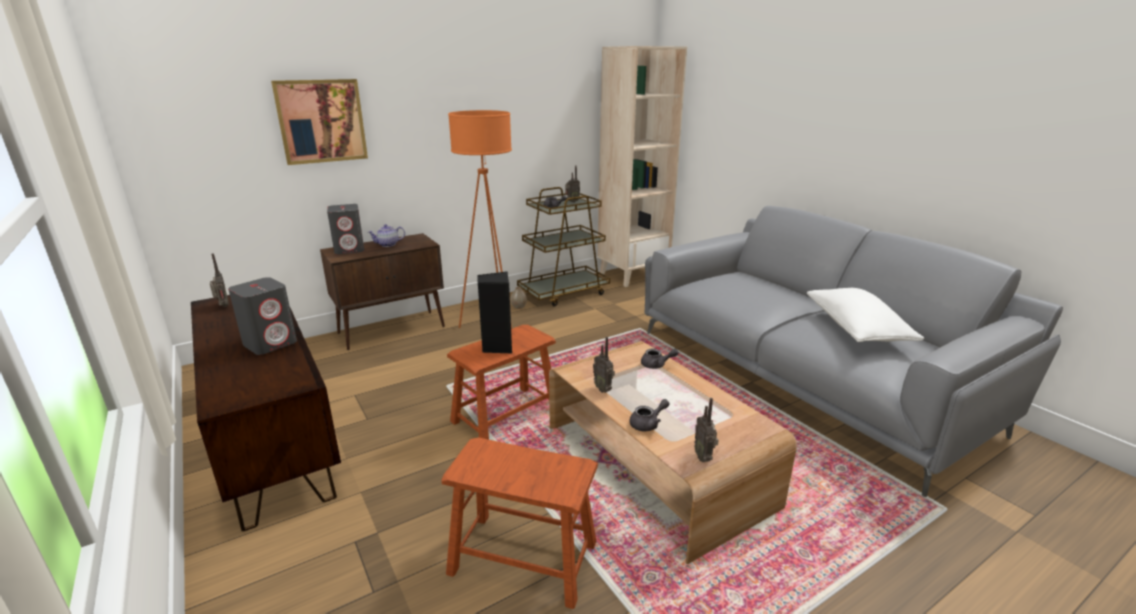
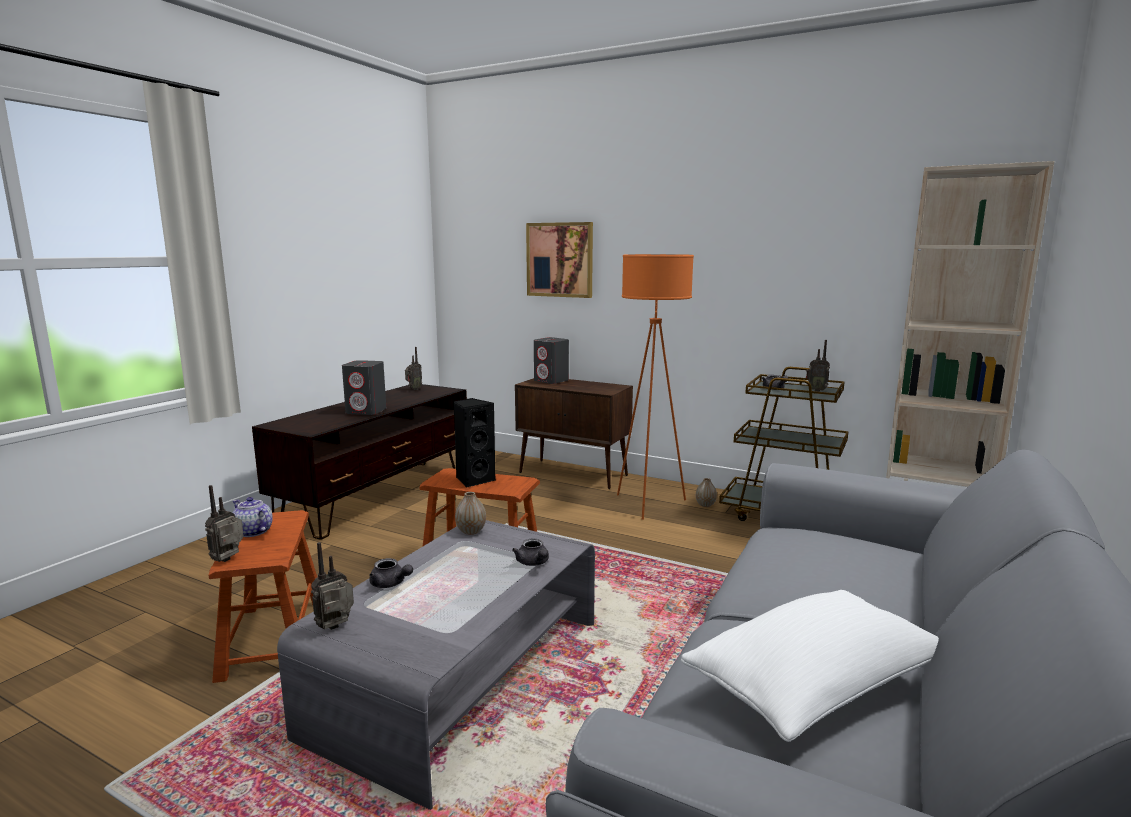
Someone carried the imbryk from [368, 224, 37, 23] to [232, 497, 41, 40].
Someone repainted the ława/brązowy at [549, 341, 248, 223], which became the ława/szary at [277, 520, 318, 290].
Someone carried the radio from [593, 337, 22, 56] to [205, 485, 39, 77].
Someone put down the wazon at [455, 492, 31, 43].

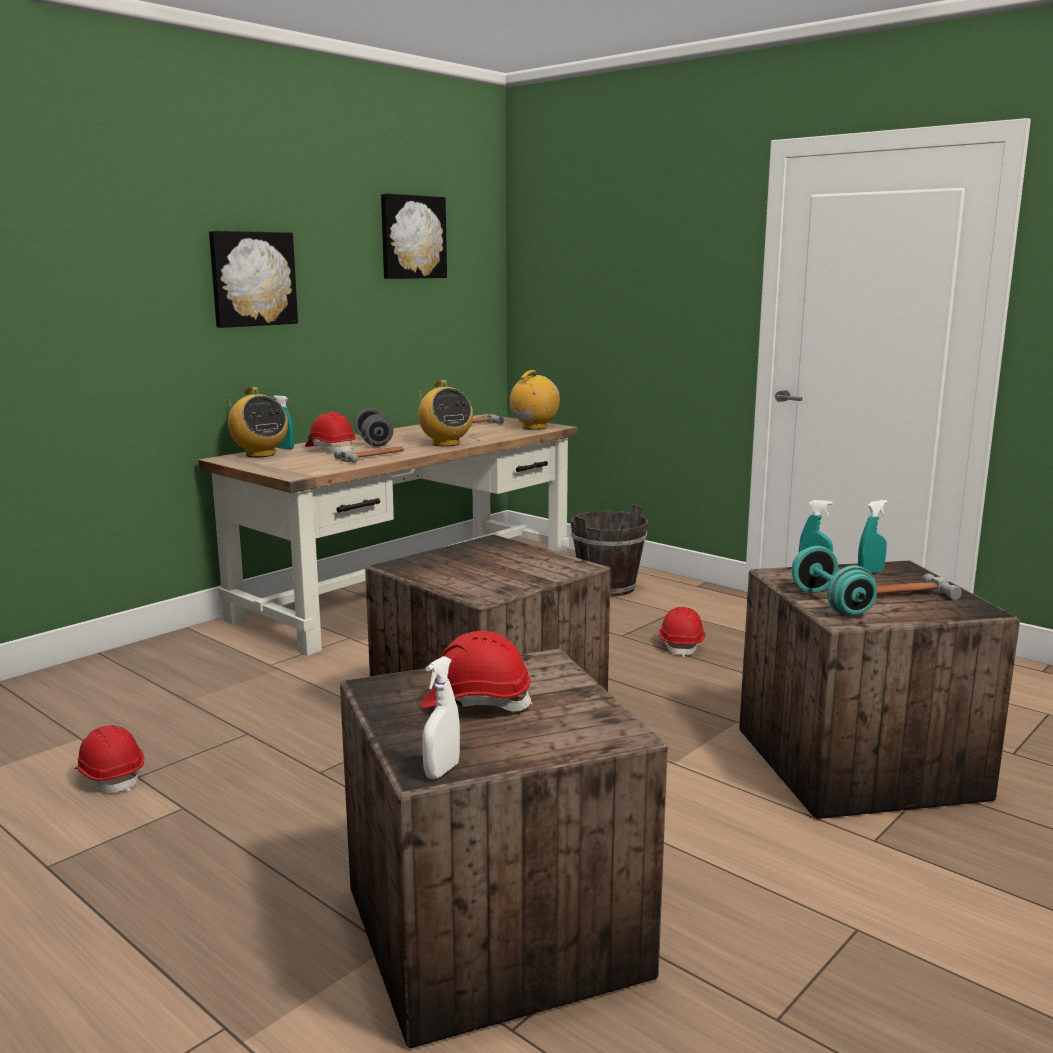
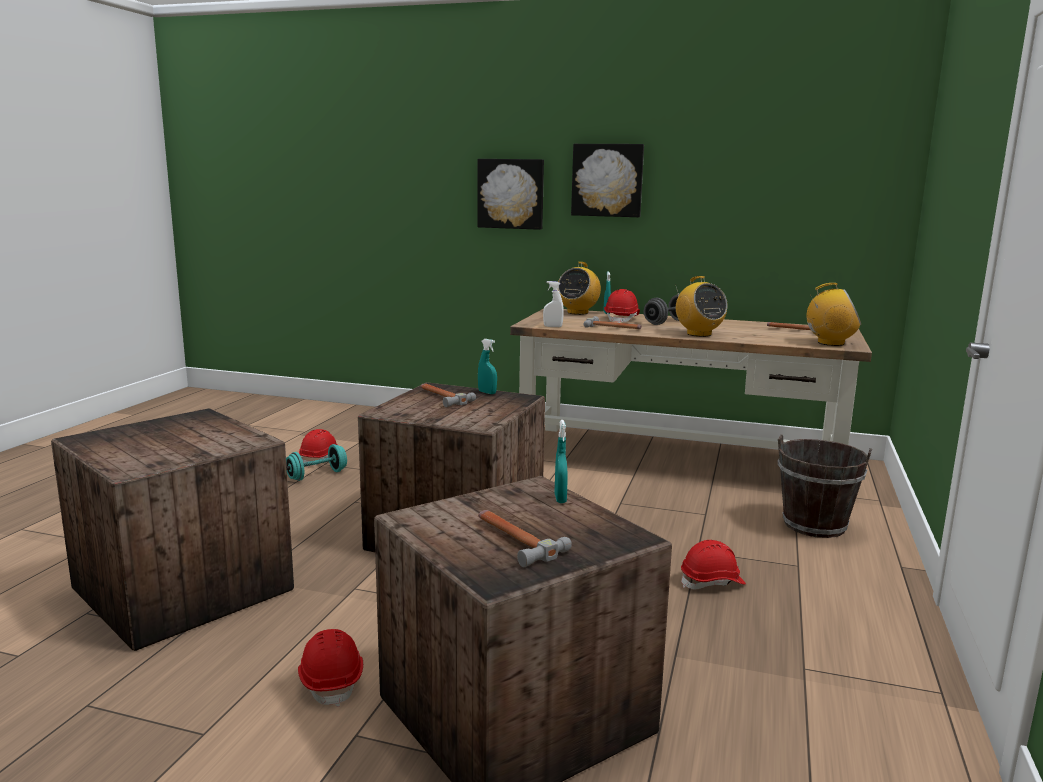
Someone carried the obraz from [381, 194, 66, 85] to [477, 159, 67, 71].
Someone rotated the radio at [418, 380, 55, 66] by 60 degrees counterclockwise.
Someone carried the kask/czerwony from [421, 631, 111, 80] to [298, 629, 65, 78].
Someone carried the spryskiwacz/biały from [422, 656, 38, 123] to [543, 281, 21, 46].
Someone carried the hantel/turkusowy from [792, 546, 85, 70] to [286, 444, 61, 37].
Someone carried the spryskiwacz/turkusowy from [858, 500, 30, 73] to [478, 339, 19, 55].
Someone put down the młotek at [420, 383, 56, 24].

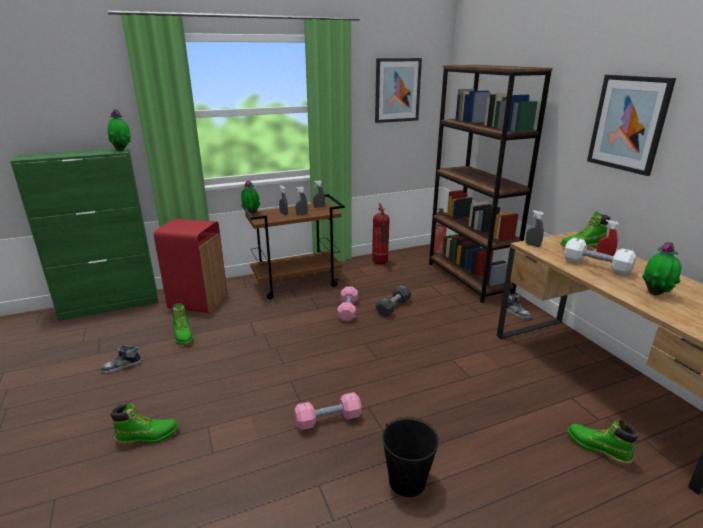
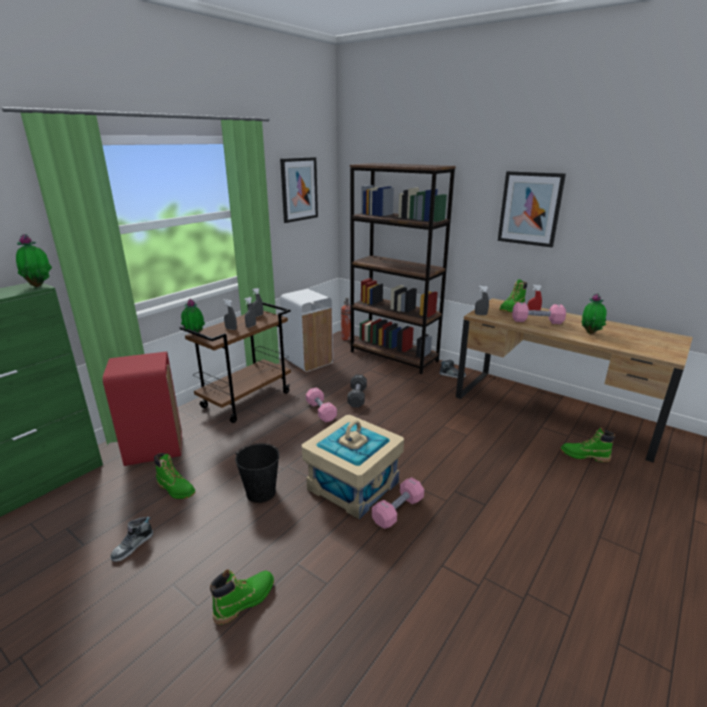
Someone swapped the gaśnica at [372, 203, 18, 61] for the kosz na śmieci/biały at [280, 289, 53, 83].
Someone carried the wiadro/czarny from [382, 417, 57, 80] to [235, 443, 44, 60].
Someone repainted the hantel/biały at [564, 238, 72, 38], which became the hantel/różowy at [512, 302, 54, 22].
Someone put down the pojemnik do przechowywania/beżowy at [302, 415, 102, 104].

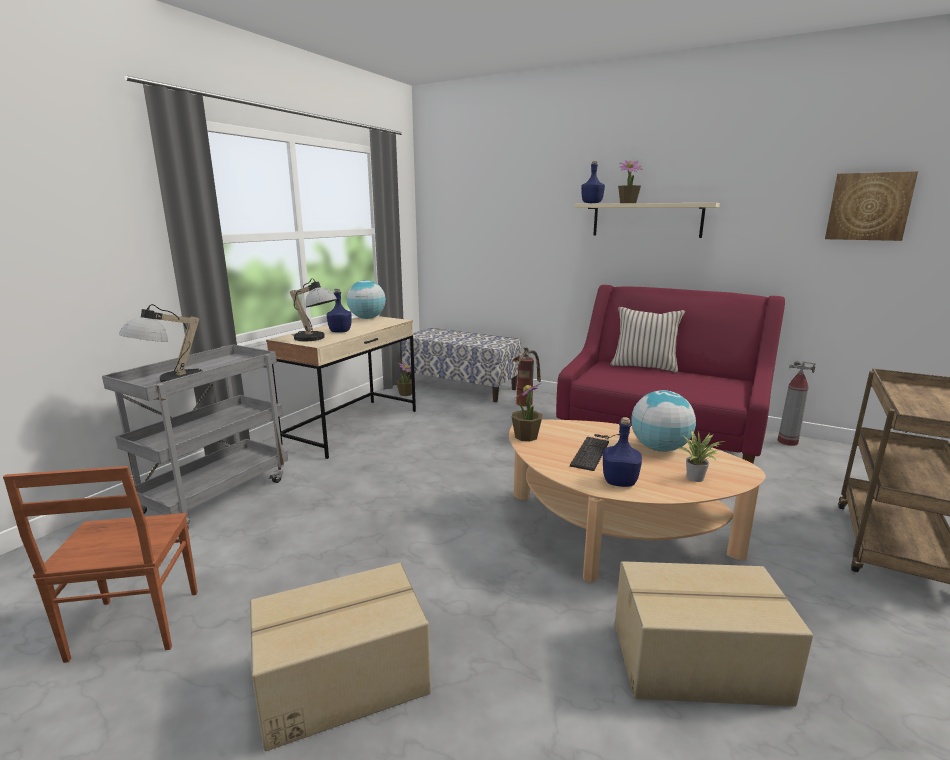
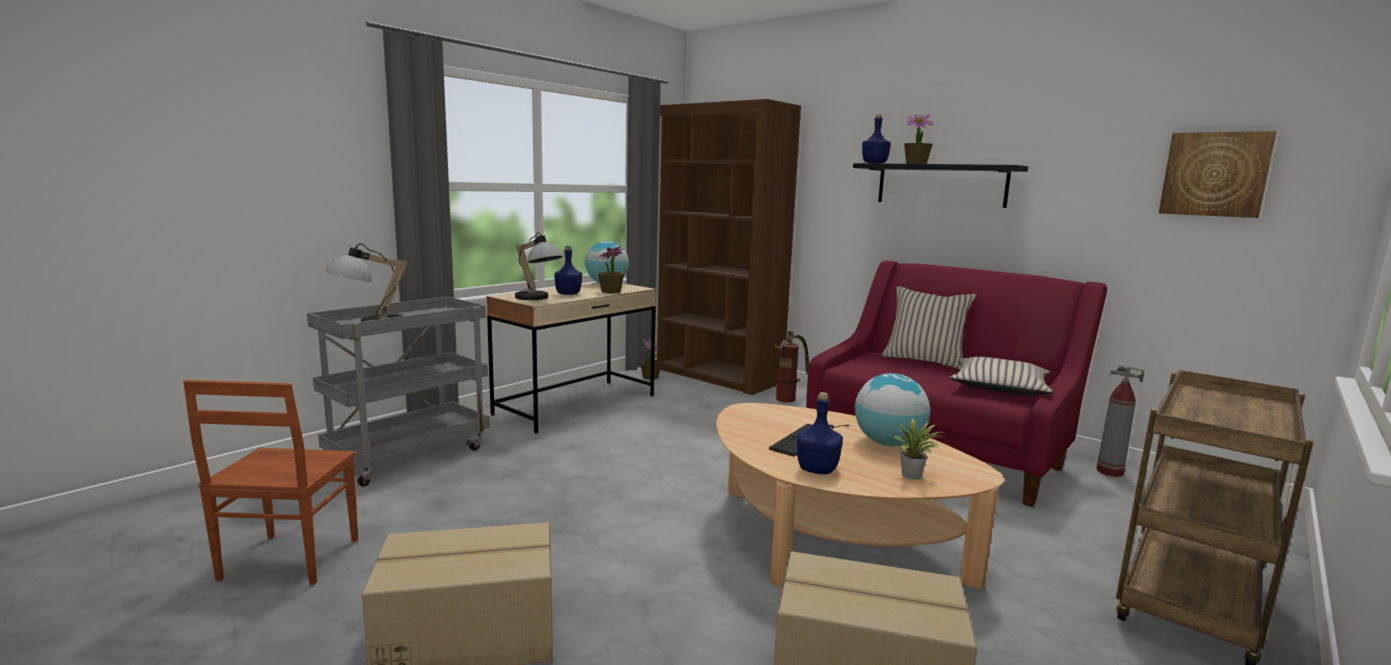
Someone swapped the ławka at [401, 328, 120, 74] for the regał/brązowy at [657, 99, 144, 296].
Someone carried the roślina doniczkowa from [512, 383, 31, 58] to [598, 246, 26, 48].
Someone repainted the półka/beżowy at [575, 203, 145, 35], which became the półka/czarny at [853, 163, 175, 45].
Someone put down the poduszka/beżowy at [949, 357, 104, 38].

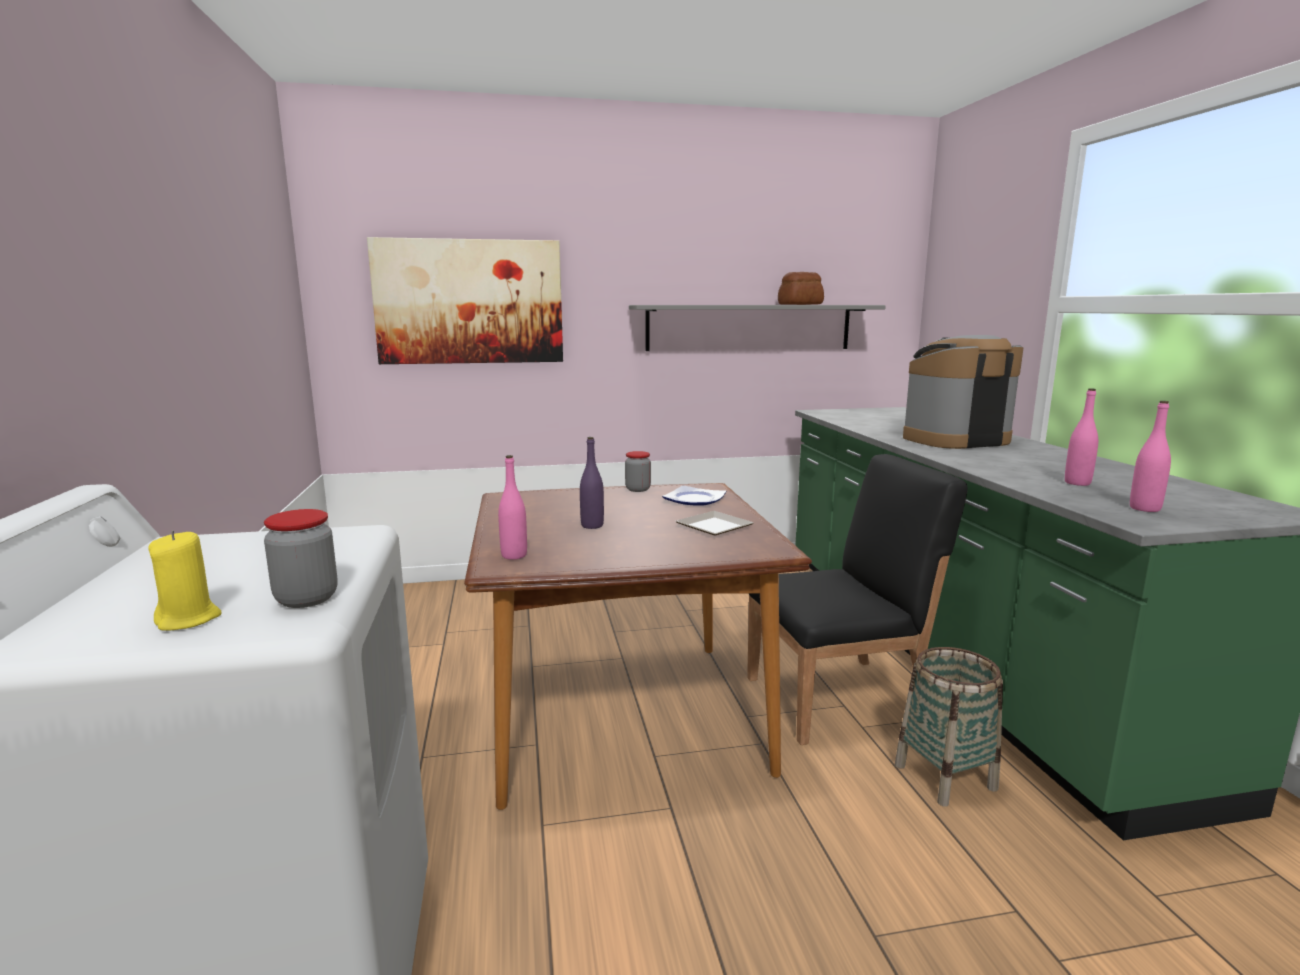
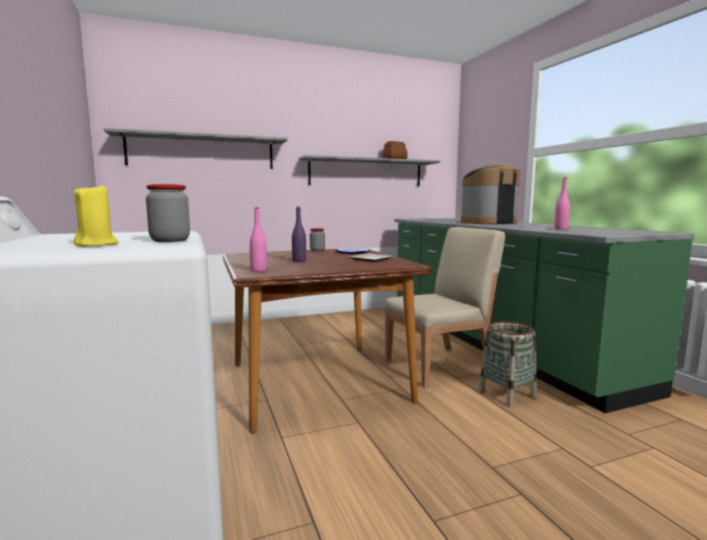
Someone swapped the obraz at [367, 237, 196, 127] for the półka/szary at [104, 128, 184, 41].
Someone repainted the krzesło/czarny at [747, 454, 221, 291], which became the krzesło/beżowy at [385, 227, 120, 161].
Someone took away the butelka/różowy at [1130, 401, 41, 111].

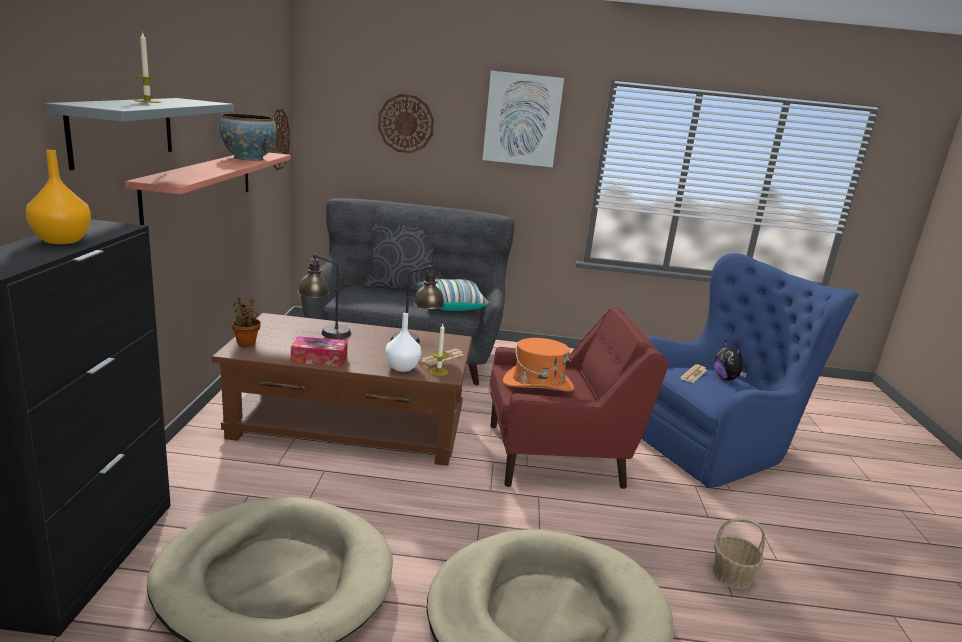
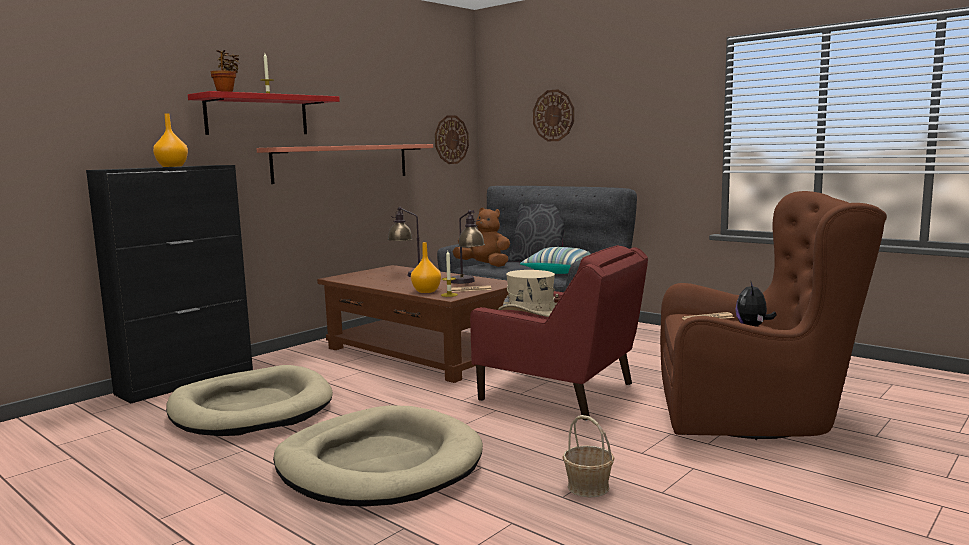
Someone repainted the półka/szary at [45, 98, 189, 72], which became the półka/czerwony at [188, 91, 152, 44].
Someone took away the miska at [220, 113, 56, 48].
Someone carried the roślina doniczkowa from [231, 296, 30, 51] to [211, 50, 28, 42].
Someone took away the pudełko chusteczek at [291, 336, 57, 31].
Someone repainted the wazon/biały at [385, 313, 36, 59], which became the wazon/pomarańczowy at [411, 242, 30, 51].
Someone took away the obraz at [483, 71, 81, 96].
Someone repainted the kapelusz/pomarańczowy at [503, 338, 71, 54], which became the kapelusz/beżowy at [498, 270, 62, 47].
Someone repainted the fotel/niebieski at [641, 253, 217, 235], which became the fotel/brązowy at [660, 191, 227, 249].
Someone put down the pluszak/brązowy at [453, 208, 57, 59].

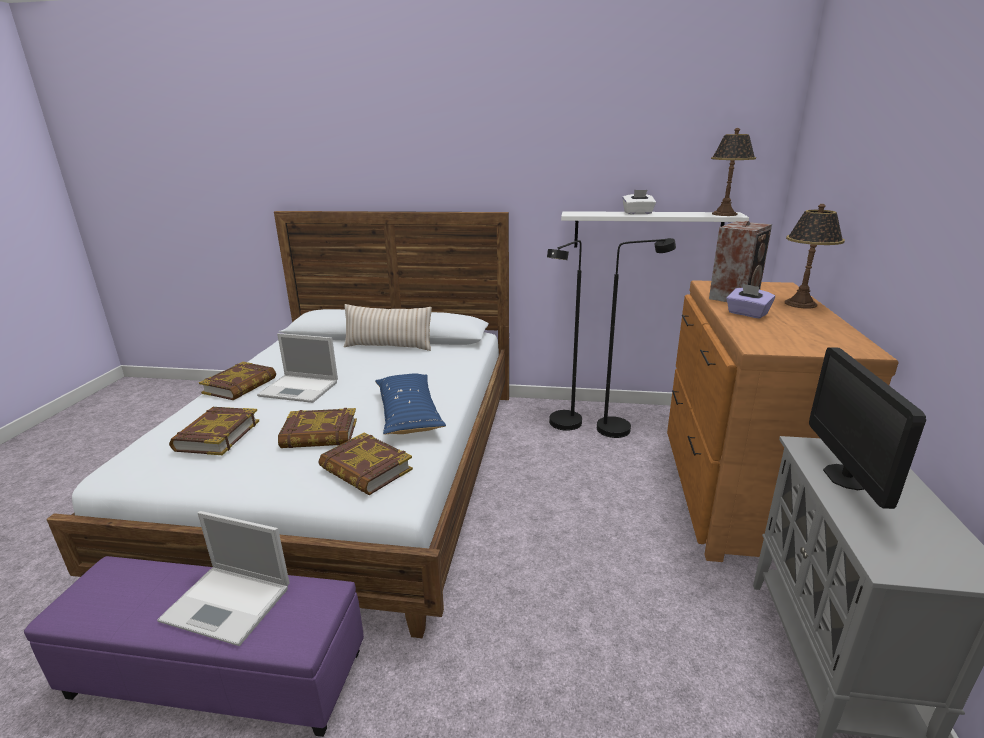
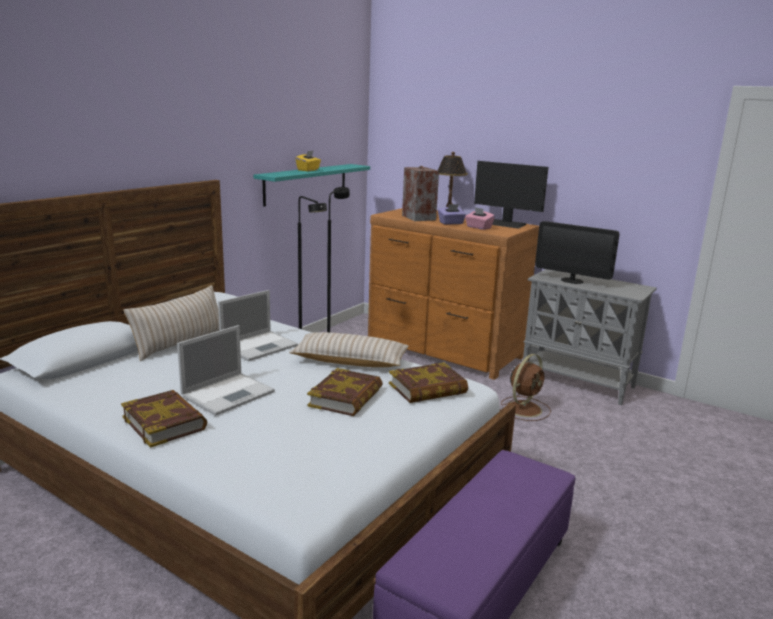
Someone carried the laptop from [157, 511, 133, 135] to [218, 290, 80, 71].
Someone took away the książka at [169, 407, 90, 48].
Someone repainted the poduszka/niebieski at [375, 373, 71, 62], which became the poduszka/beżowy at [289, 332, 120, 35].
Someone repainted the półka/biały at [561, 211, 188, 37], which became the półka/turkusowy at [254, 164, 116, 42].
Someone repainted the pudełko chusteczek/biały at [622, 190, 34, 24], which became the pudełko chusteczek/żółty at [295, 151, 26, 20].
Someone took away the lampa stołowa at [711, 128, 45, 88].
Someone put down the pudełko chusteczek/różowy at [465, 207, 30, 23].
Someone put down the monitor at [474, 161, 75, 68].
Someone put down the wentylator/brązowy at [501, 354, 50, 67].

